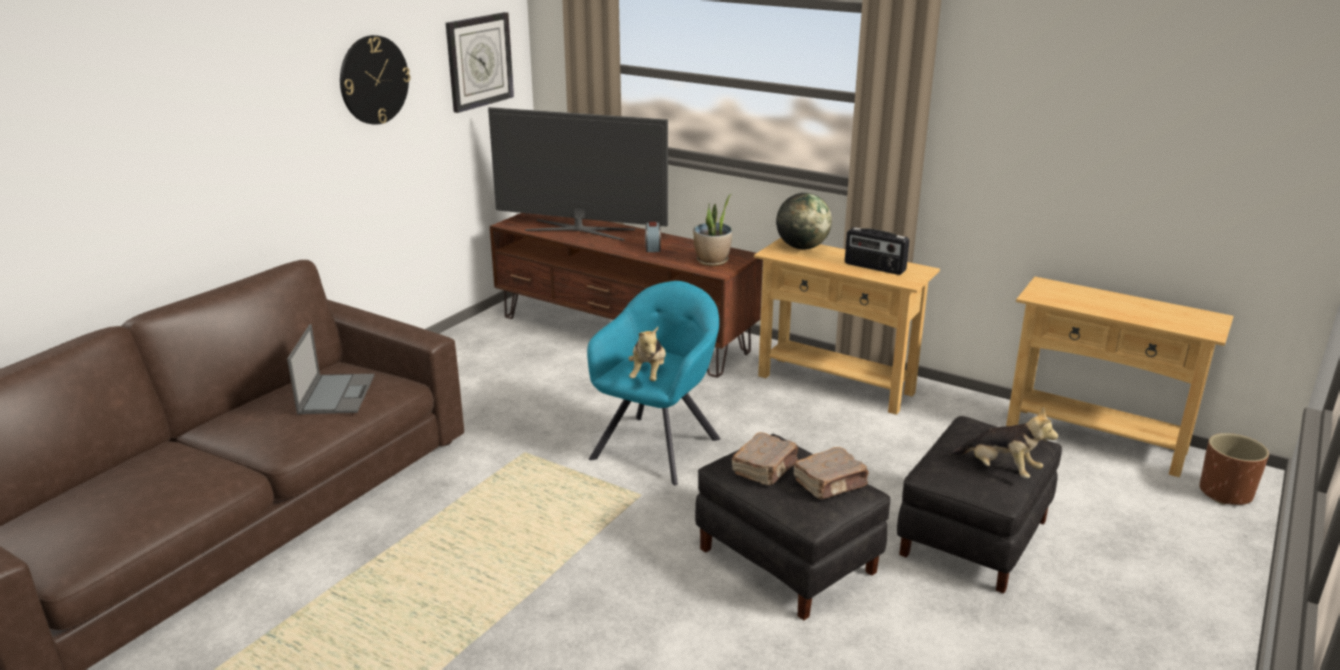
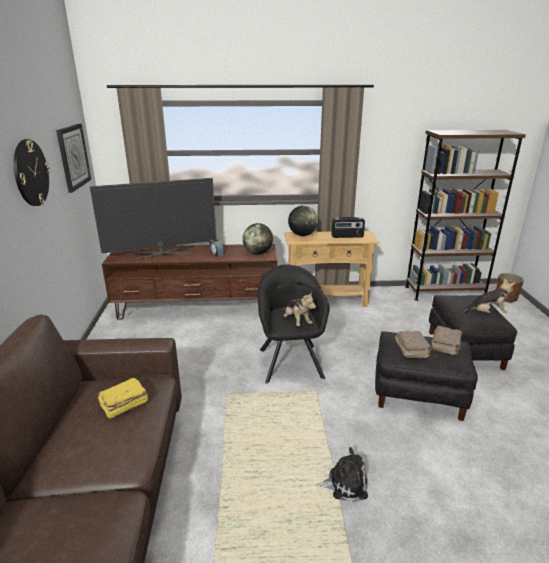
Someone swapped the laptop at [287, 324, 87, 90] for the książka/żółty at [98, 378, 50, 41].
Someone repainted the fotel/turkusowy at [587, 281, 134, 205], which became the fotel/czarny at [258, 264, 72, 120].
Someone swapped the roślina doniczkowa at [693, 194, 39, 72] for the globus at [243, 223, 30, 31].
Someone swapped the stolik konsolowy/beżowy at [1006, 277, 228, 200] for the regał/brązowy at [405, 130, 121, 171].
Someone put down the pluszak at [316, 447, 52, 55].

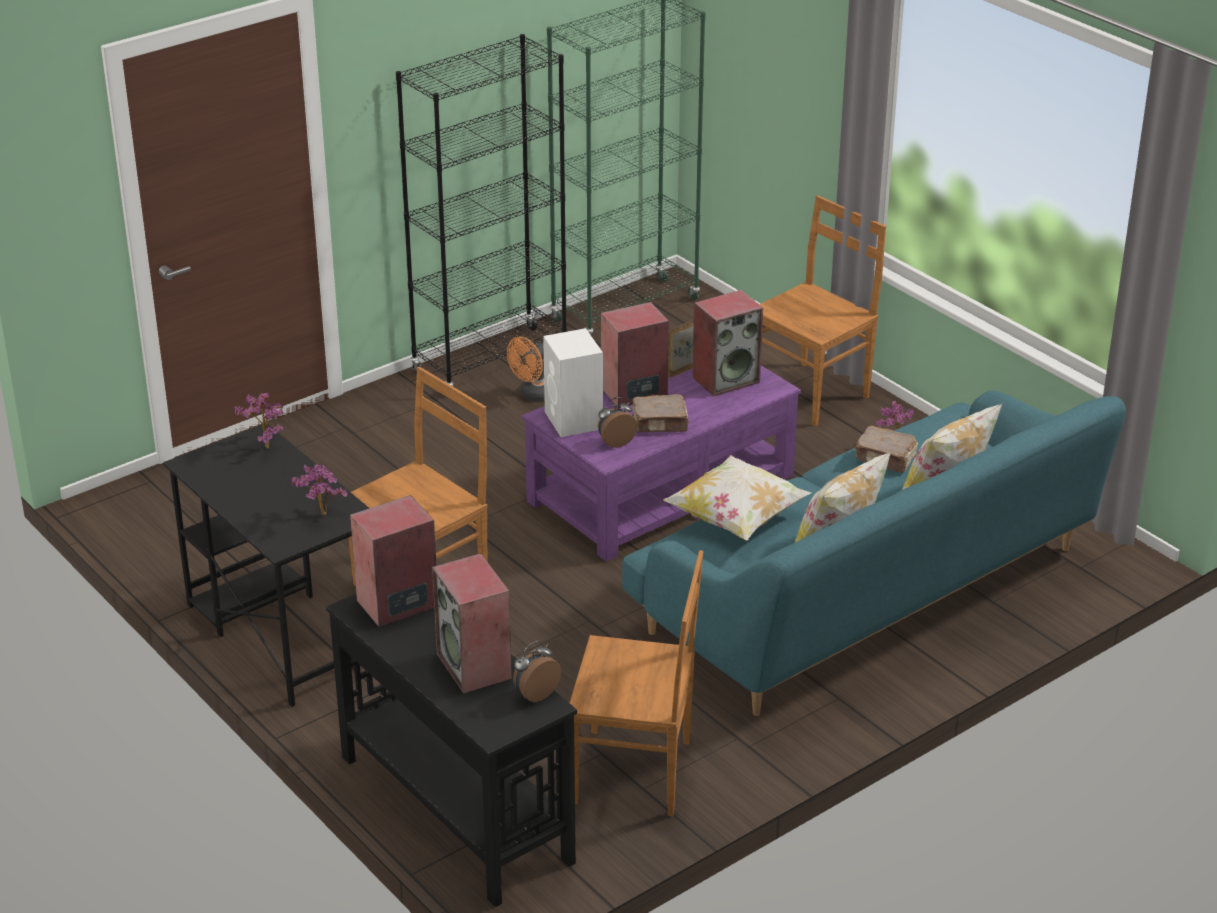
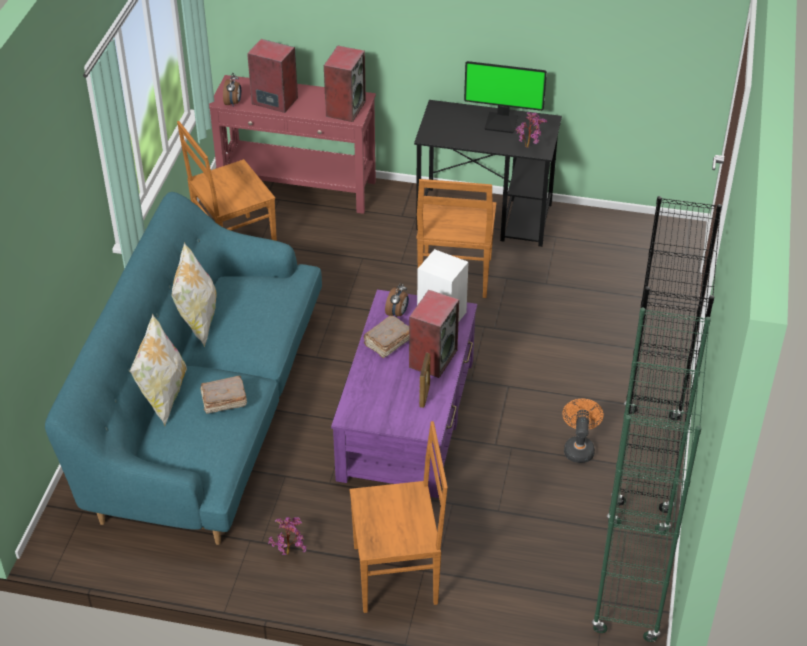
Someone took away the roślina doniczkowa at [291, 464, 56, 51].
Someone repainted the stolik konsolowy/czarny at [326, 594, 251, 313], which became the stolik konsolowy/czerwony at [209, 75, 167, 139].
Someone took away the poduszka at [663, 455, 149, 85].
Someone took away the głośnik at [692, 290, 71, 106].
Someone rotated the krzesło/brązowy at [759, 195, 127, 231] by 105 degrees counterclockwise.
Someone put down the monitor at [464, 61, 83, 72].

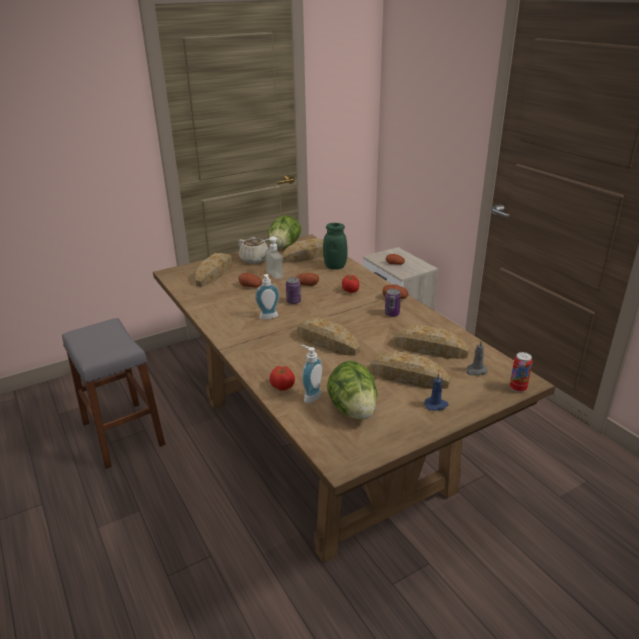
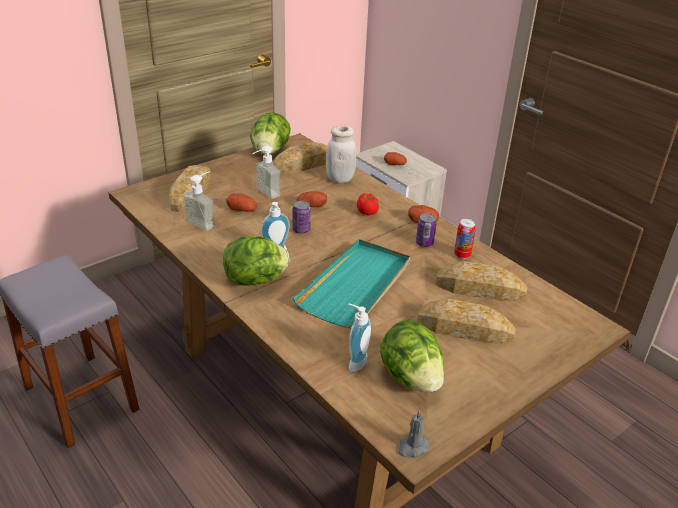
Someone took away the imbryk/beżowy at [238, 237, 32, 27].
Someone took away the pomidor at [269, 366, 26, 25].
Someone swapped the chleb at [297, 317, 63, 39] for the taca/turkusowy at [293, 239, 117, 89].
Someone repainted the słoik/zielony at [323, 223, 25, 47], which became the słoik/biały at [326, 126, 30, 57].
Someone took away the świeca/niebieski at [424, 373, 24, 38].
Someone carried the świeca/szary from [466, 340, 22, 36] to [398, 410, 31, 48].
Someone carried the puszka from [510, 352, 23, 40] to [454, 219, 22, 40].
Someone put down the dozownik mydła at [183, 171, 32, 60].
Someone put down the sałata at [223, 235, 67, 51].

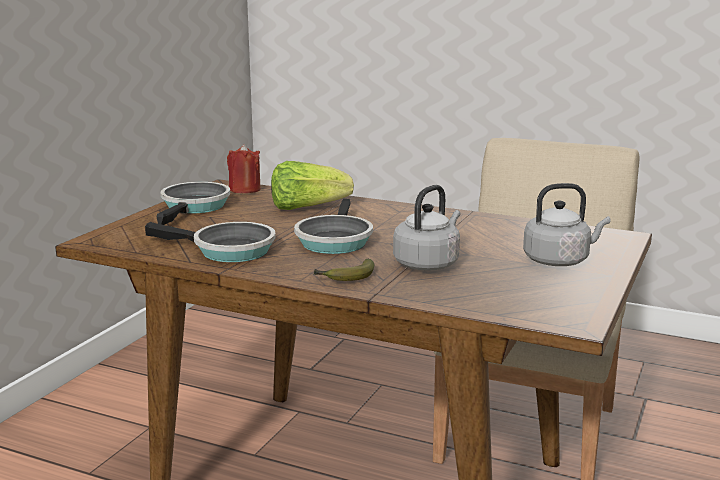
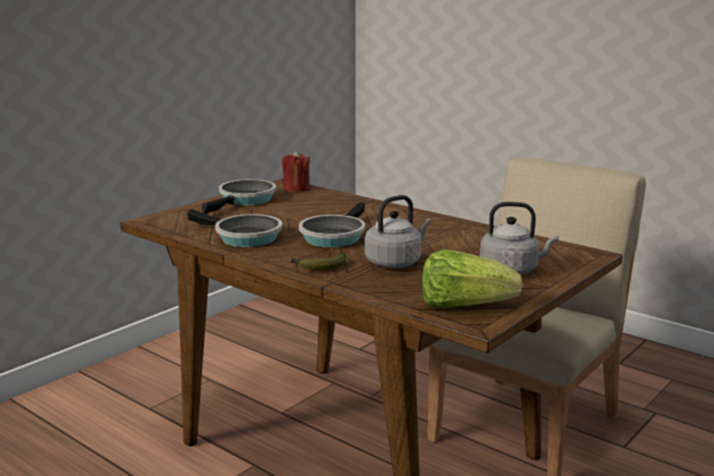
Someone carried the sałata from [271, 161, 83, 49] to [422, 249, 101, 59].

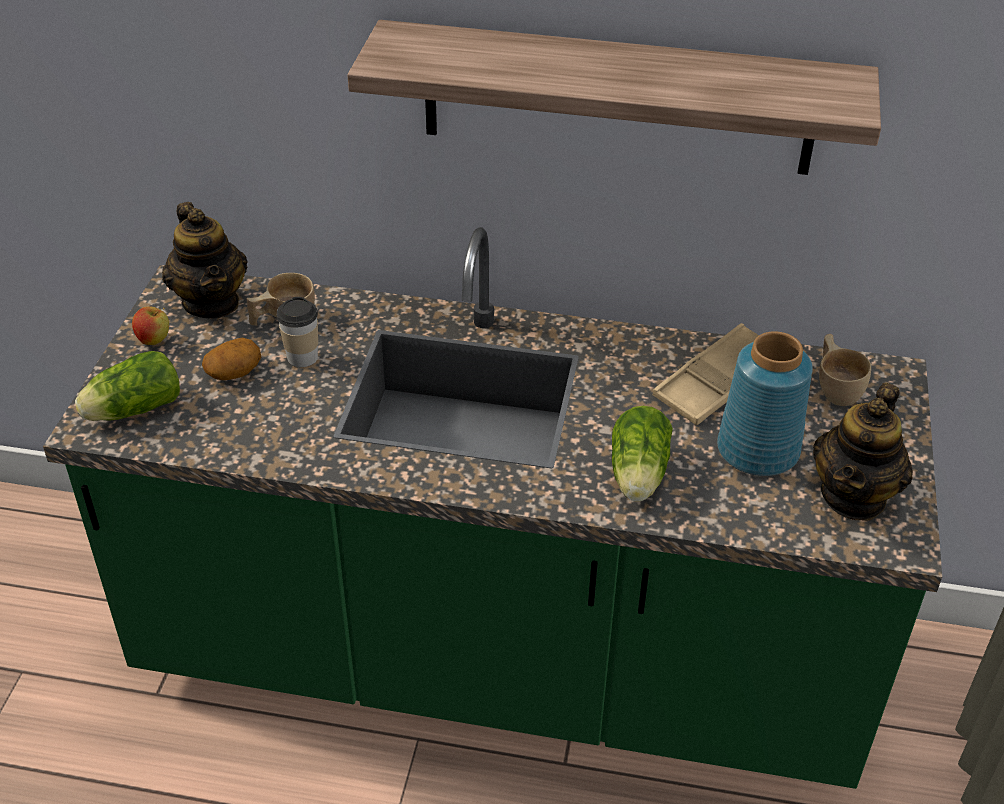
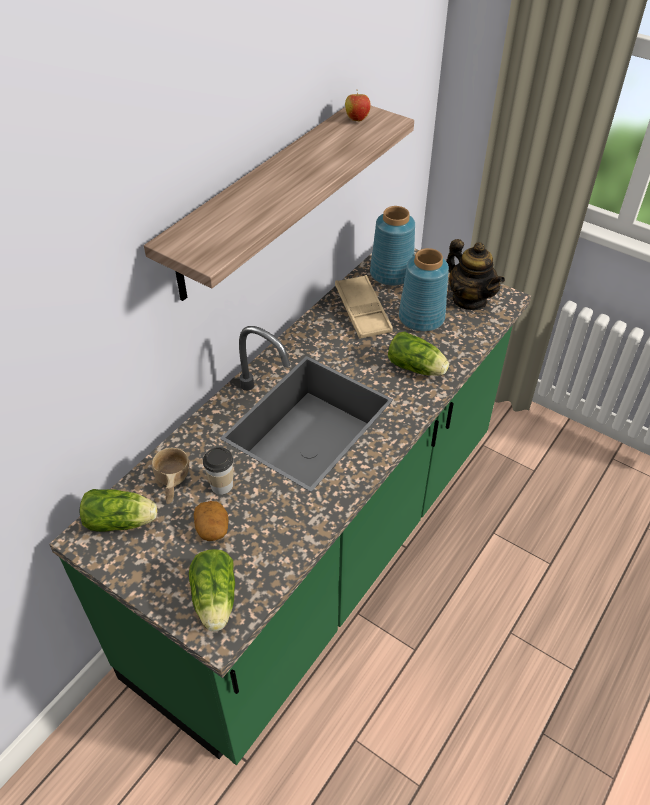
Someone carried the jabłko from [132, 307, 37, 38] to [345, 90, 26, 32].
Someone swapped the imbryk at [162, 202, 85, 117] for the sałata at [80, 489, 77, 43].
Someone swapped the filiżanka/beżowy at [819, 334, 52, 72] for the wazon/niebieski at [370, 206, 45, 80].

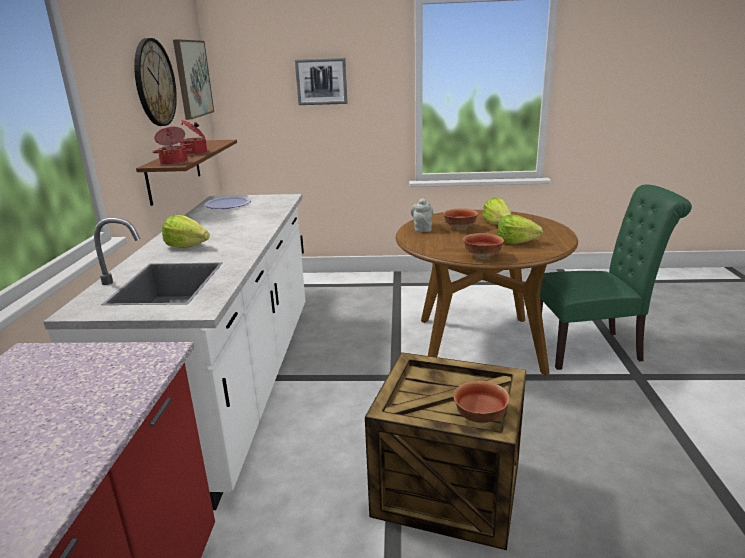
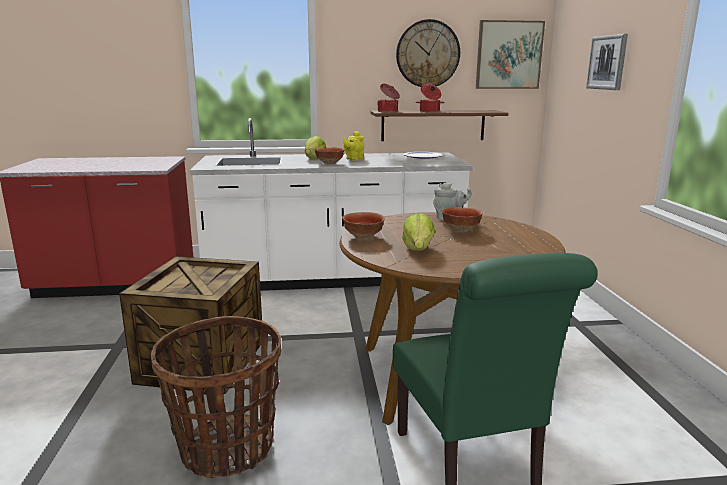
Someone carried the miska from [453, 381, 57, 42] to [315, 148, 30, 16].
Someone took away the sałata at [483, 197, 28, 28].
Someone put down the koszyk at [151, 316, 130, 162].
Someone put down the imbryk/żółty at [343, 131, 21, 30].

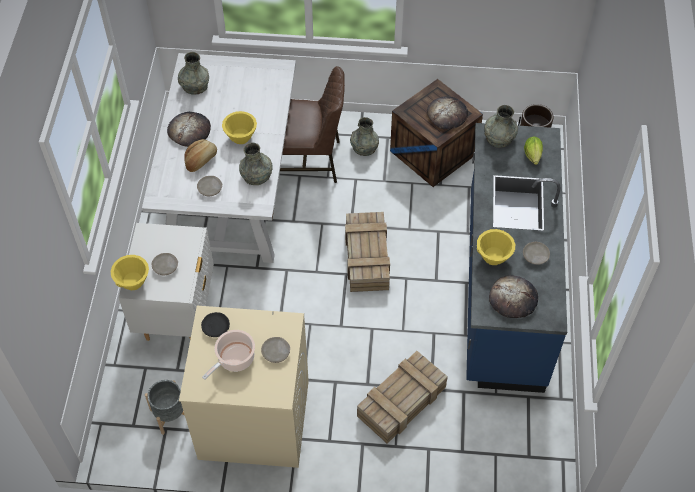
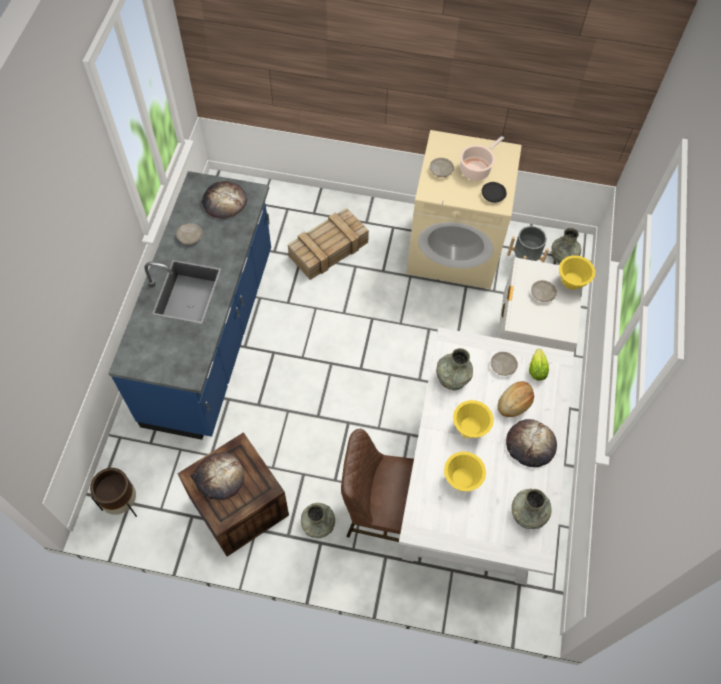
Someone took away the skrzynka at [345, 212, 45, 80].
Someone carried the miska/żółty from [477, 229, 38, 36] to [444, 451, 42, 40].
Someone carried the wazon/szary from [484, 105, 34, 43] to [551, 228, 30, 36].
Someone carried the sałata from [524, 136, 19, 29] to [529, 349, 20, 32].

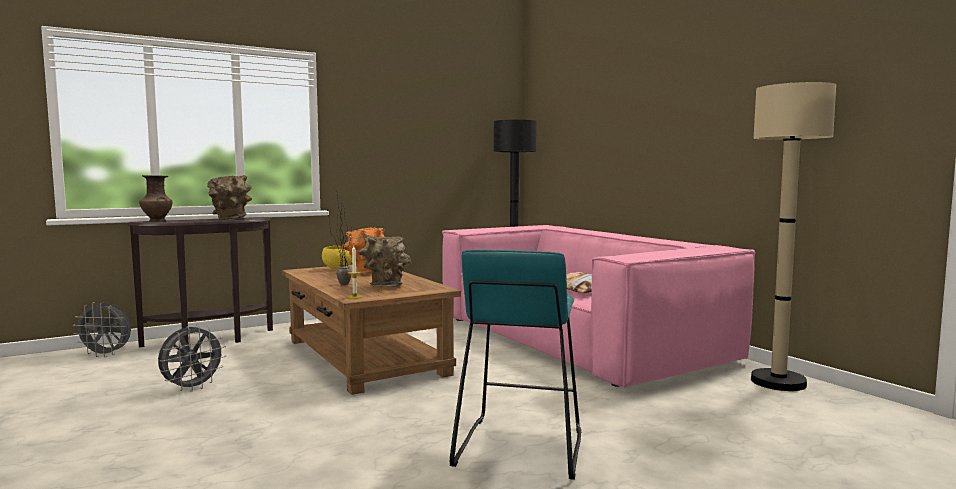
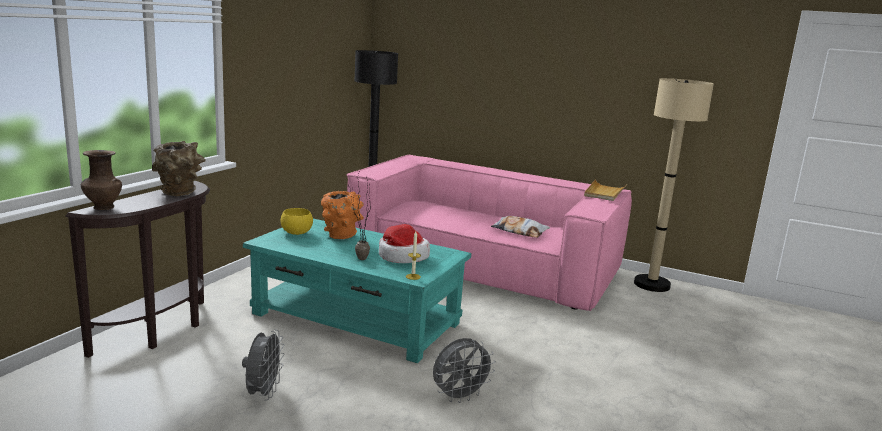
Someone carried the wentylator/szary from [73, 302, 58, 55] to [433, 338, 63, 65].
Someone repainted the ława/brązowy at [282, 265, 179, 130], which became the ława/turkusowy at [243, 219, 229, 144].
Someone swapped the wazon/brązowy at [358, 235, 54, 52] for the kapelusz at [379, 224, 51, 39].
Someone took away the stołek/turkusowy at [450, 250, 131, 230].
Someone put down the taca/beżowy at [584, 179, 43, 22].

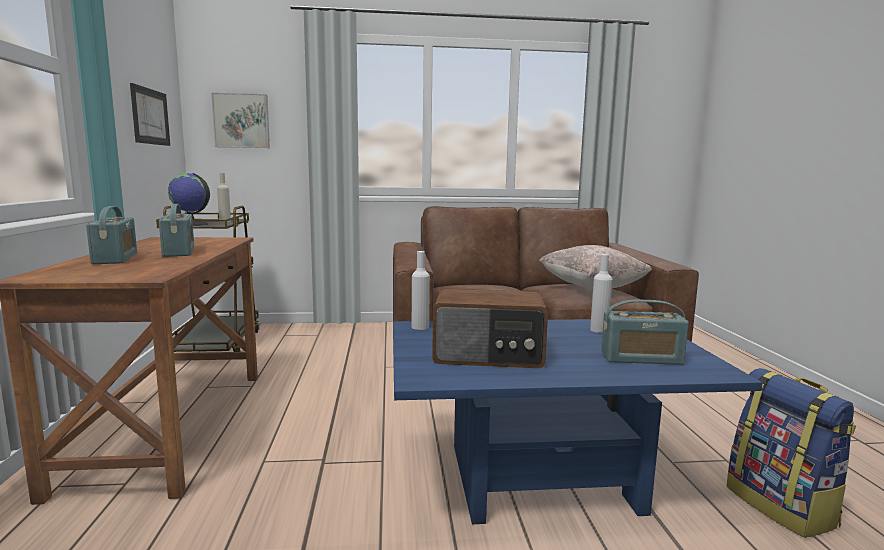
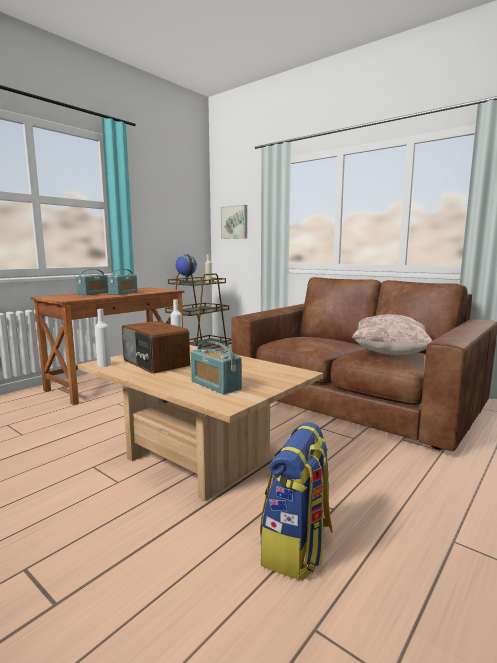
Someone took away the obraz at [130, 83, 40, 63].
Someone repainted the ława/niebieski at [393, 319, 370, 205], which became the ława/beżowy at [78, 345, 245, 156].
Someone carried the butelka/biały from [590, 254, 22, 79] to [94, 309, 17, 58].

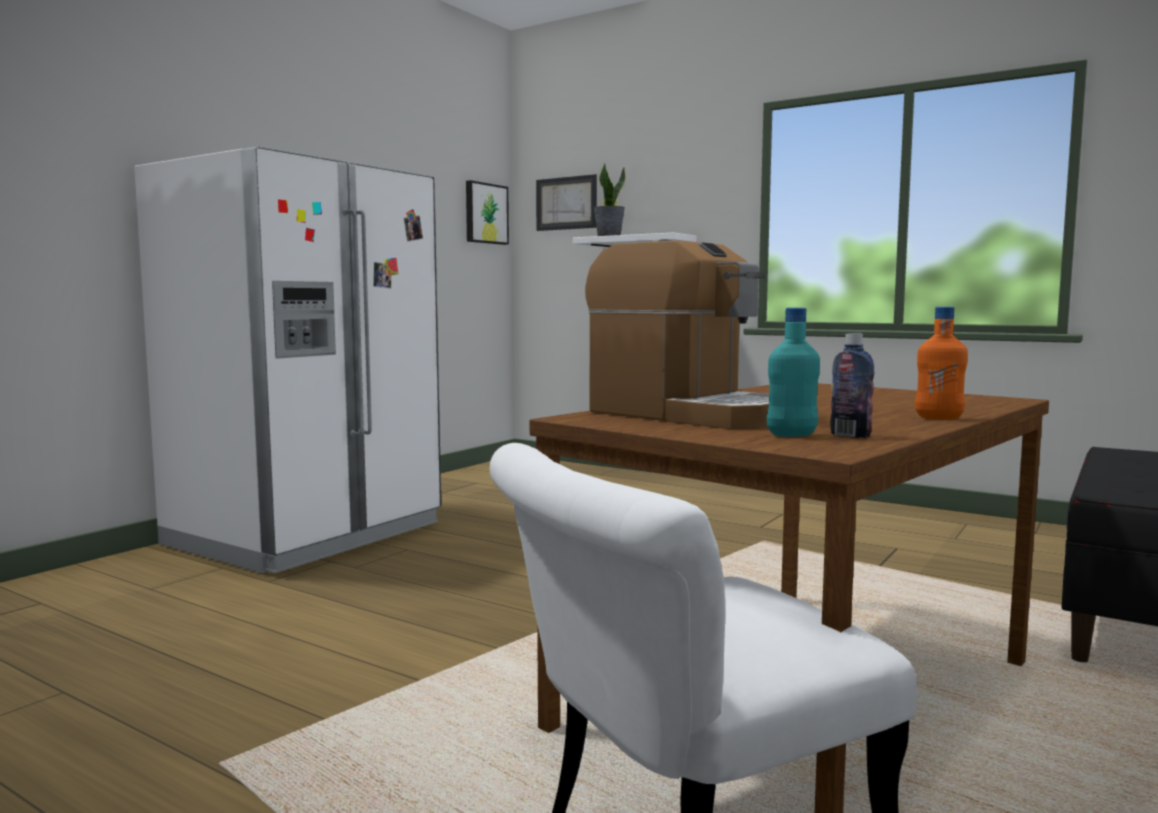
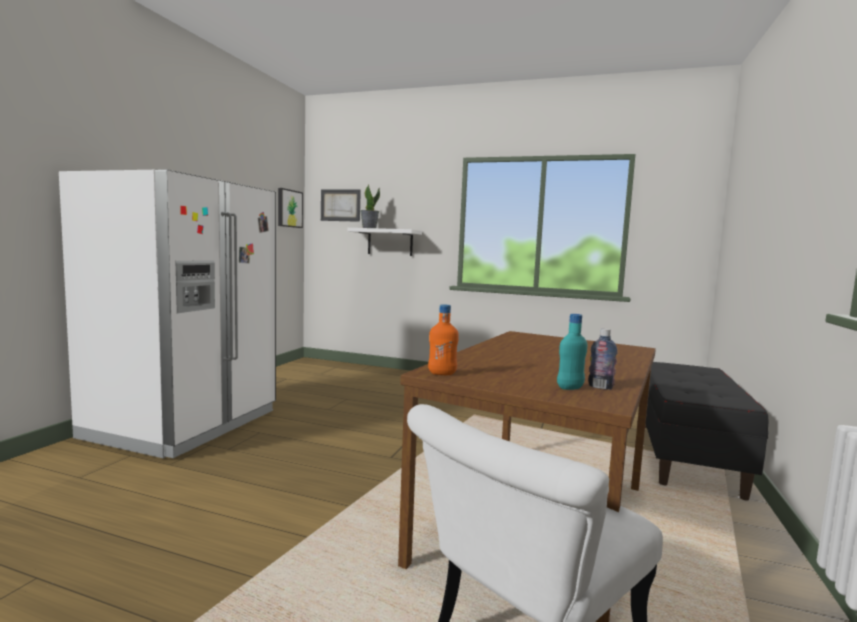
Someone took away the ekspres do kawy at [585, 239, 184, 190].
Someone carried the butelka/pomarańczowy from [915, 307, 53, 113] to [428, 304, 31, 71].

